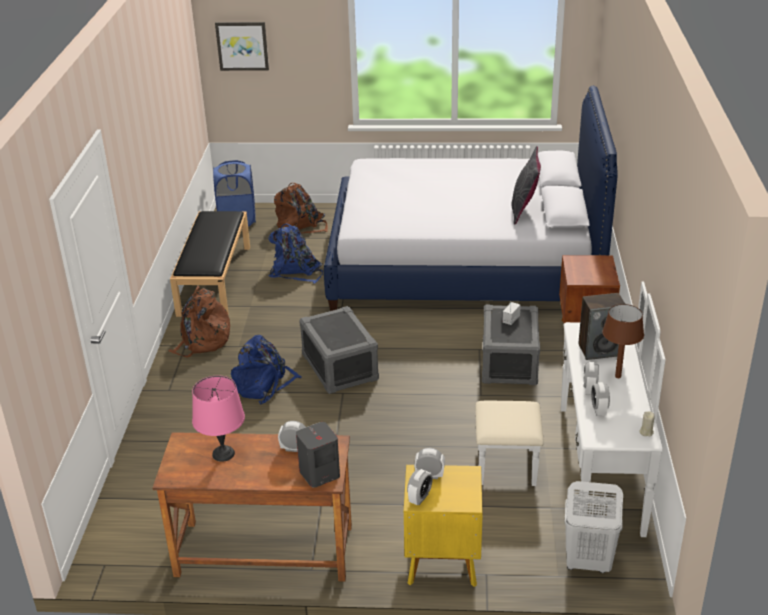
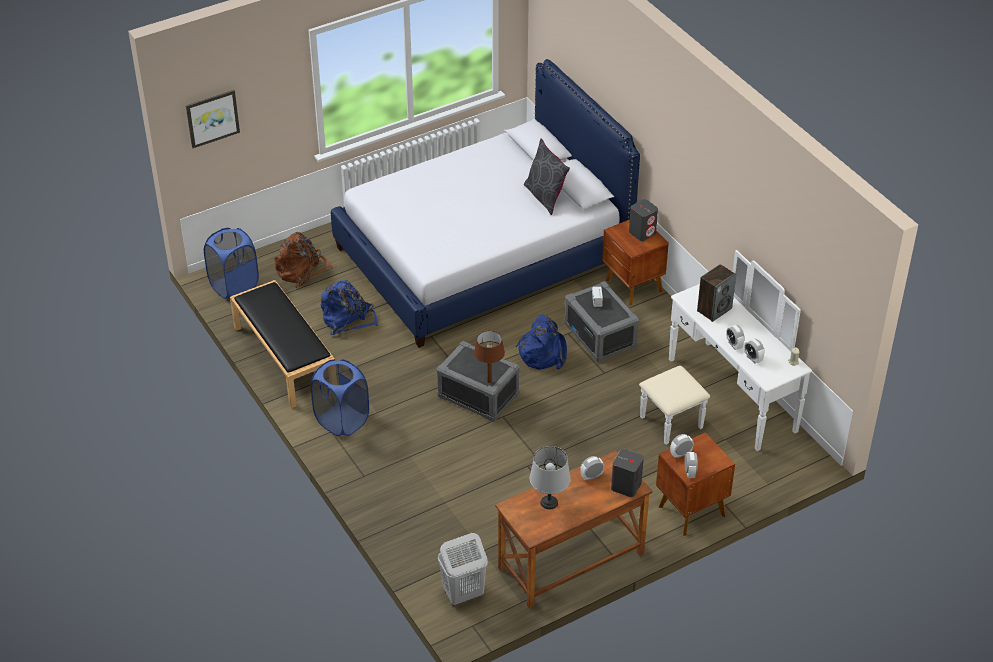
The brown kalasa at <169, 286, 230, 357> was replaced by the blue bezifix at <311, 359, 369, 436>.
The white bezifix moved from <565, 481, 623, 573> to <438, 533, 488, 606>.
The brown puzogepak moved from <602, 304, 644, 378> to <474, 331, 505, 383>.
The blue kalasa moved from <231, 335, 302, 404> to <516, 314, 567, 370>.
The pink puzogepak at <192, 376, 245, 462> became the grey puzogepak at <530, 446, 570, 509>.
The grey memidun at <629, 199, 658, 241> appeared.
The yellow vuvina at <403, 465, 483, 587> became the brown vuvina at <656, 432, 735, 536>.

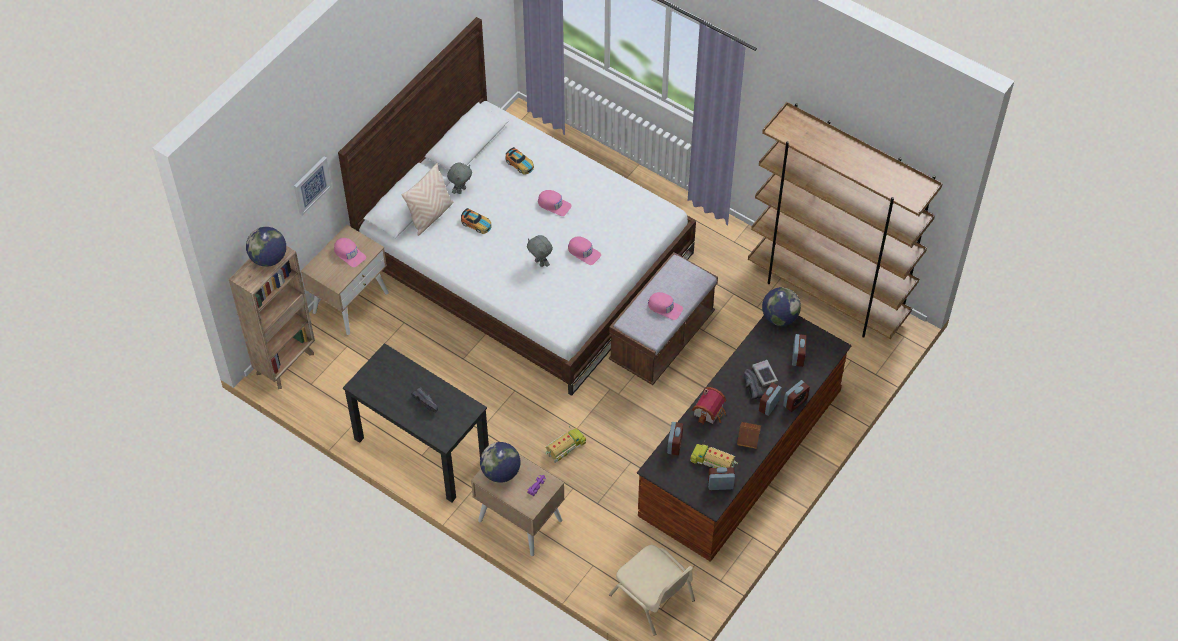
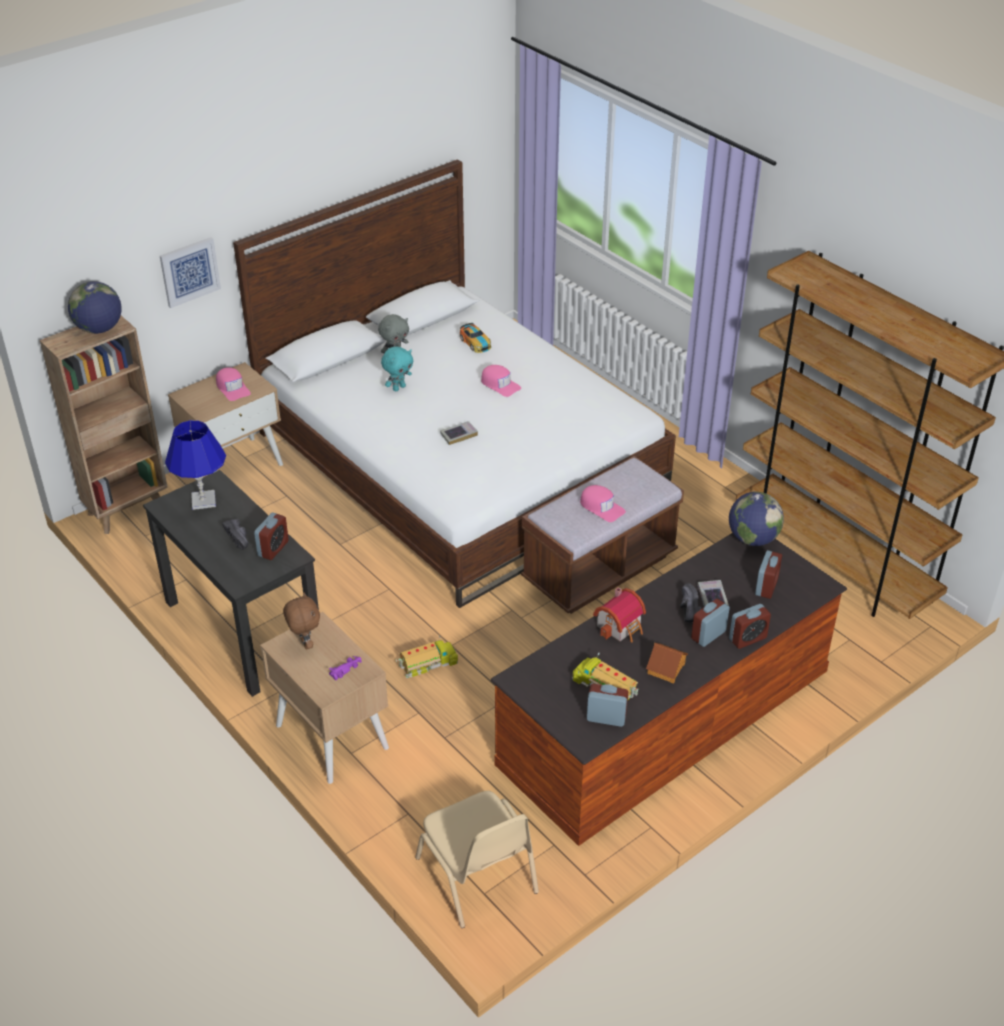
The blue puzogepak at <165, 420, 226, 510> appeared.
The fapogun moved from <667, 422, 683, 455> to <254, 513, 289, 560>.
The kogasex at <480, 442, 521, 483> was replaced by the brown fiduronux at <283, 592, 320, 649>.
The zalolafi at <461, 208, 492, 234> was replaced by the turquoise fiduronux at <381, 346, 413, 392>.
The grey fiduronux at <527, 235, 553, 267> was replaced by the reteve at <440, 421, 478, 445>.
The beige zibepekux at <402, 163, 453, 236> disappeared.
The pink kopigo at <568, 236, 601, 265> disappeared.

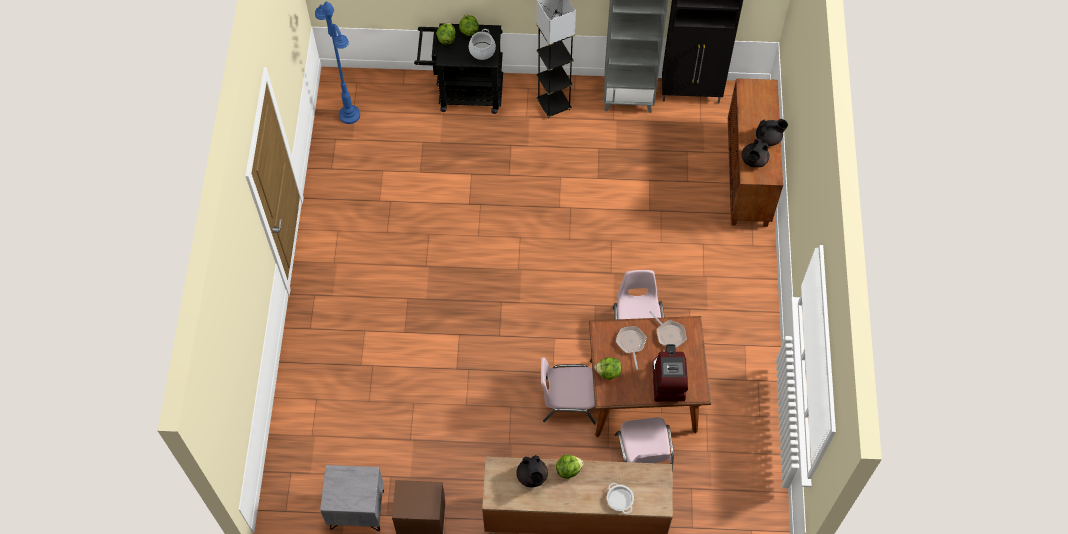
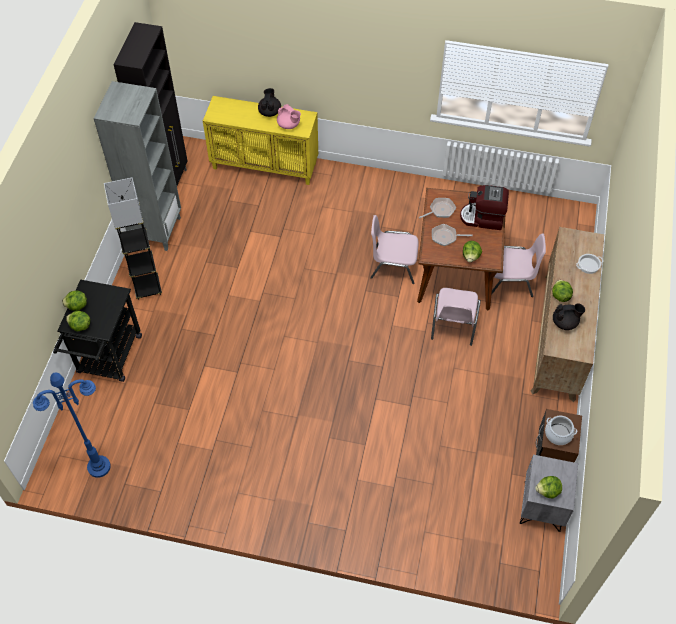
The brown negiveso at <728, 78, 783, 227> became the yellow negiveso at <203, 96, 318, 185>.
The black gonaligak at <742, 138, 769, 168> became the pink gonaligak at <277, 104, 301, 129>.
The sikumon at <535, 476, 562, 499> appeared.
The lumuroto moved from <469, 29, 496, 60> to <545, 416, 577, 445>.

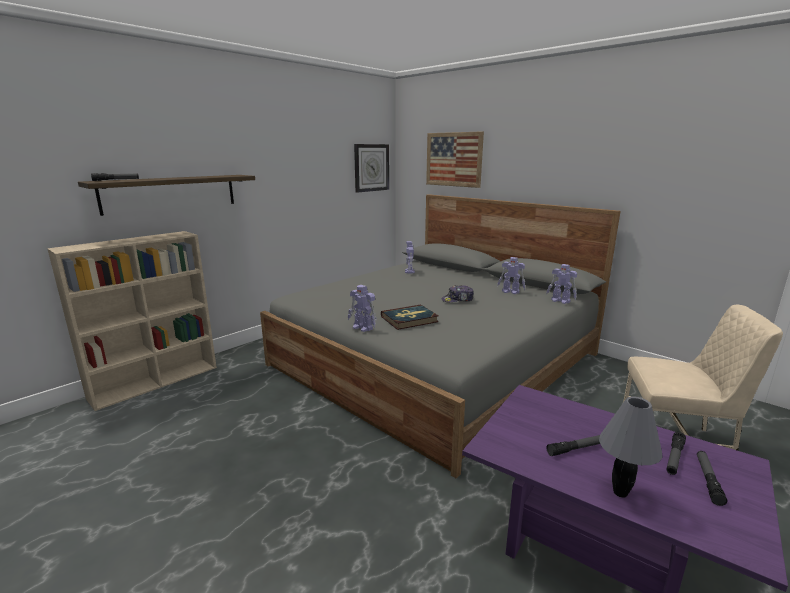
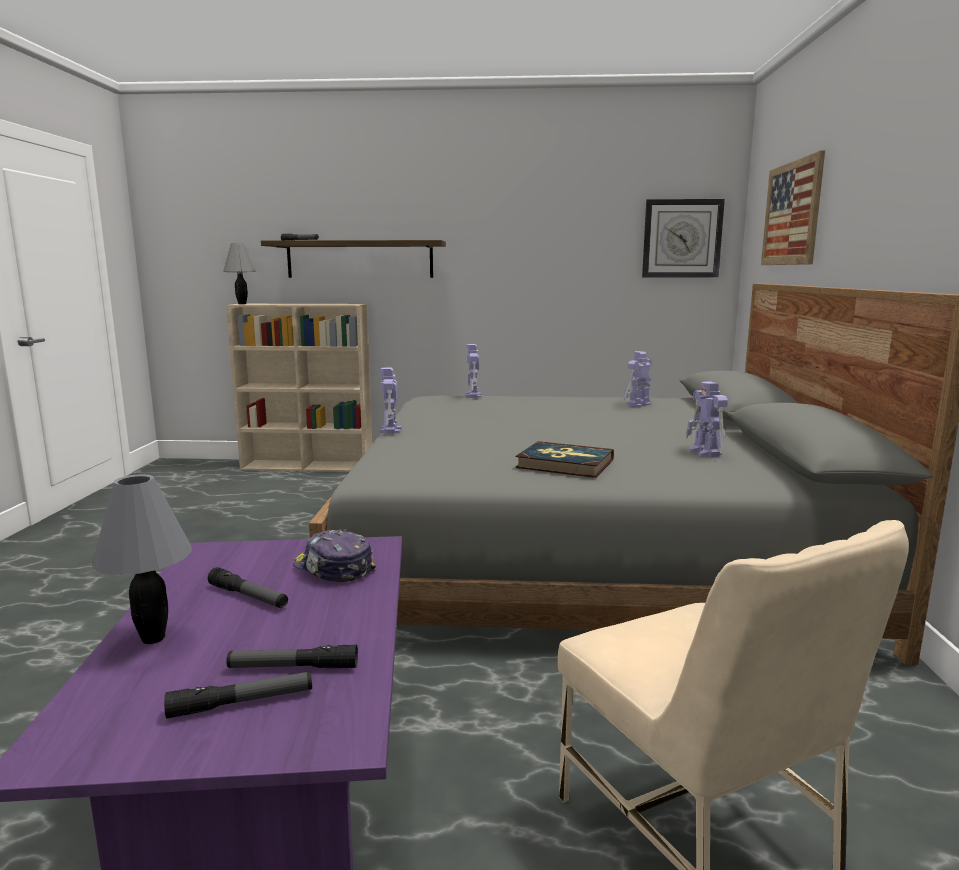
The grey puzogepak at <223, 243, 256, 304> appeared.
The kopigo moved from <441, 285, 474, 302> to <293, 529, 376, 582>.
The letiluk moved from <546, 264, 577, 304> to <465, 344, 481, 398>.
The reteve moved from <381, 304, 439, 330> to <515, 441, 614, 478>.

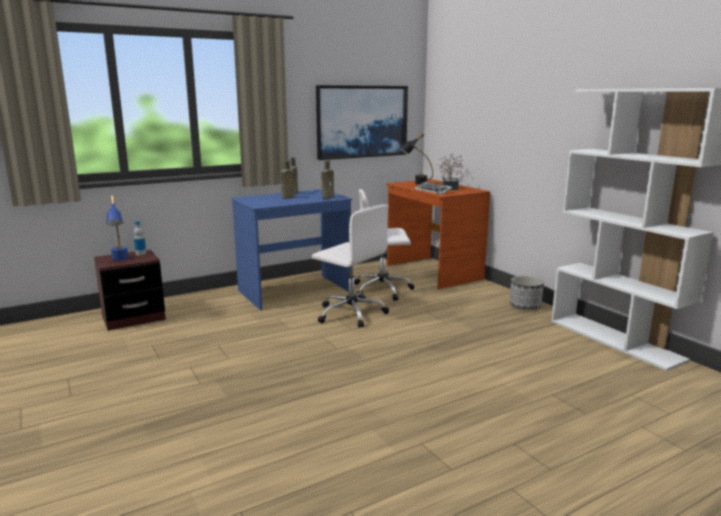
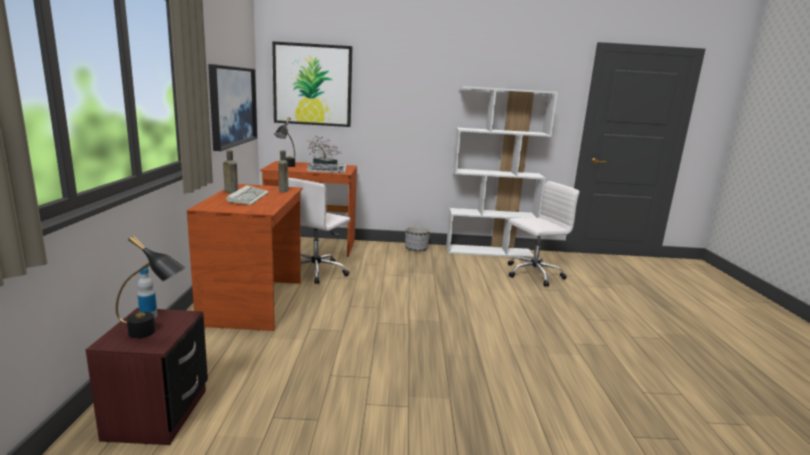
The blue puzogepak at <106, 195, 129, 261> became the black puzogepak at <116, 235, 186, 339>.
The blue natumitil at <231, 189, 352, 310> became the brown natumitil at <187, 184, 303, 331>.
The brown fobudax at <281, 160, 295, 199> was replaced by the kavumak at <226, 185, 269, 205>.
The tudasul at <272, 41, 352, 127> appeared.
The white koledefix moved from <312, 204, 389, 328> to <508, 181, 579, 287>.

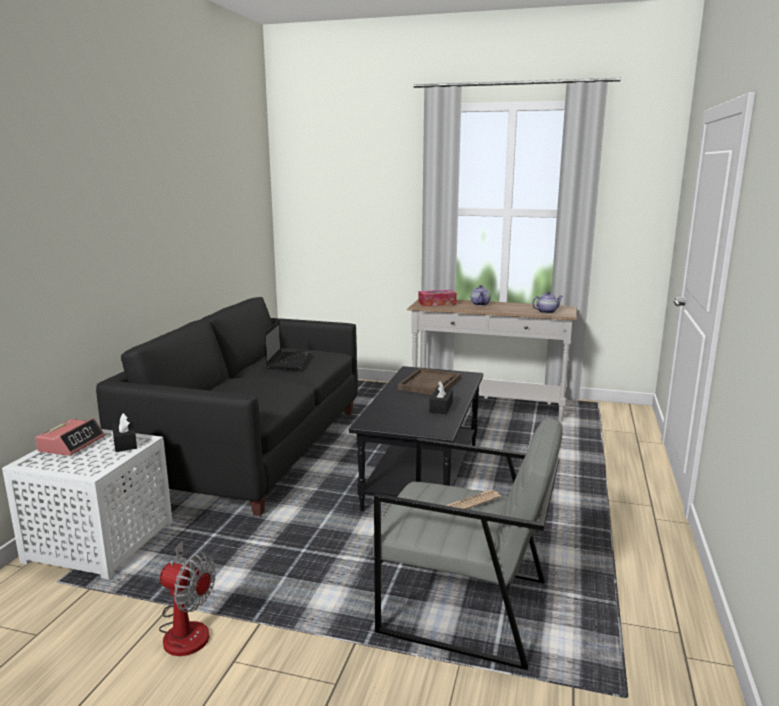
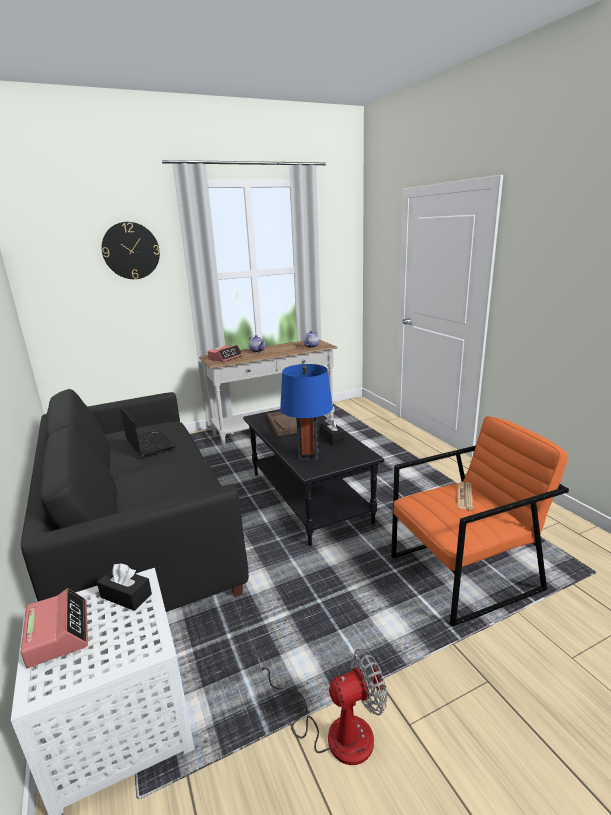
The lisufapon at <102, 222, 160, 279> appeared.
The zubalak at <418, 290, 457, 306> was replaced by the fapogun at <207, 345, 243, 362>.
The blue puzogepak at <280, 364, 333, 460> appeared.
The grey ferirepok at <373, 417, 563, 670> became the orange ferirepok at <391, 416, 569, 627>.

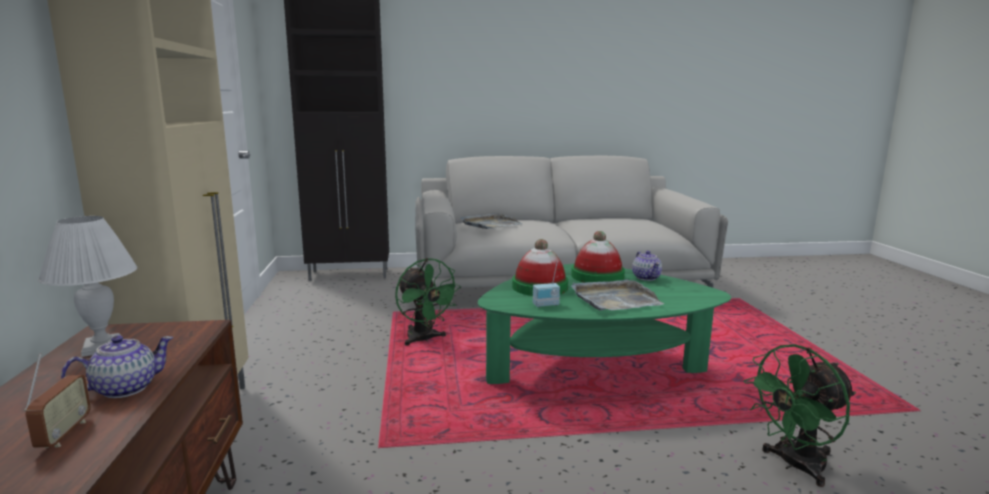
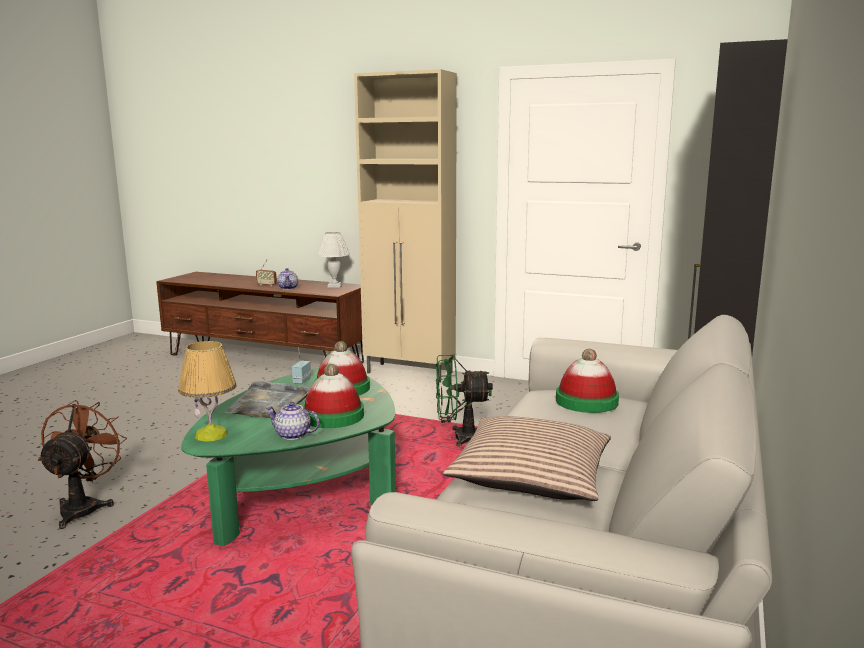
The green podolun at <744, 344, 856, 487> became the brown podolun at <38, 400, 127, 529>.
The puzogepak at <178, 341, 237, 442> appeared.
The zibepekux at <443, 416, 611, 501> appeared.
The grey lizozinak at <460, 213, 523, 229> was replaced by the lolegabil at <556, 349, 619, 413>.

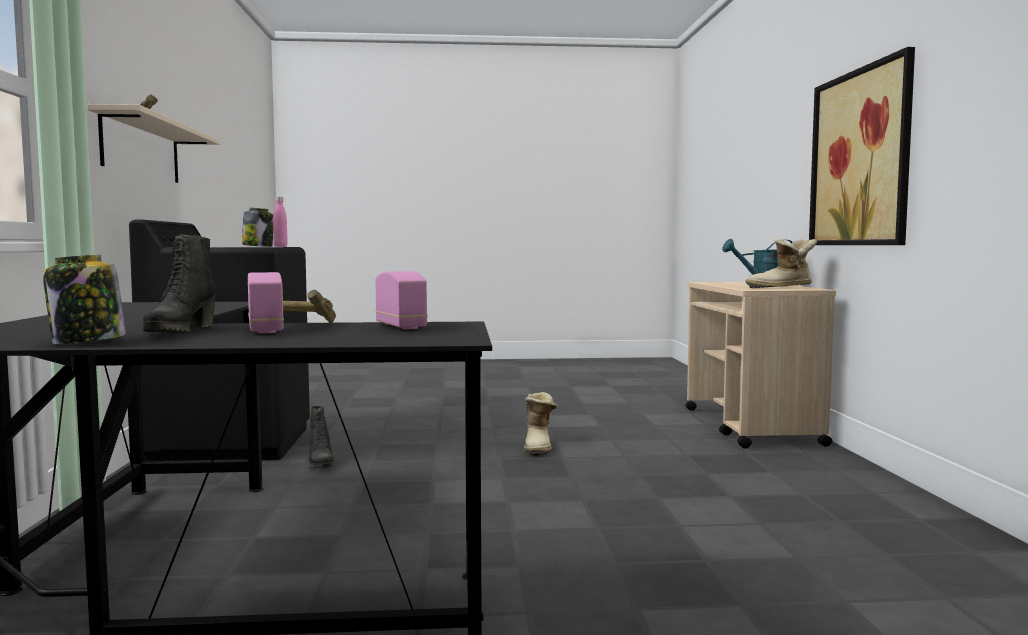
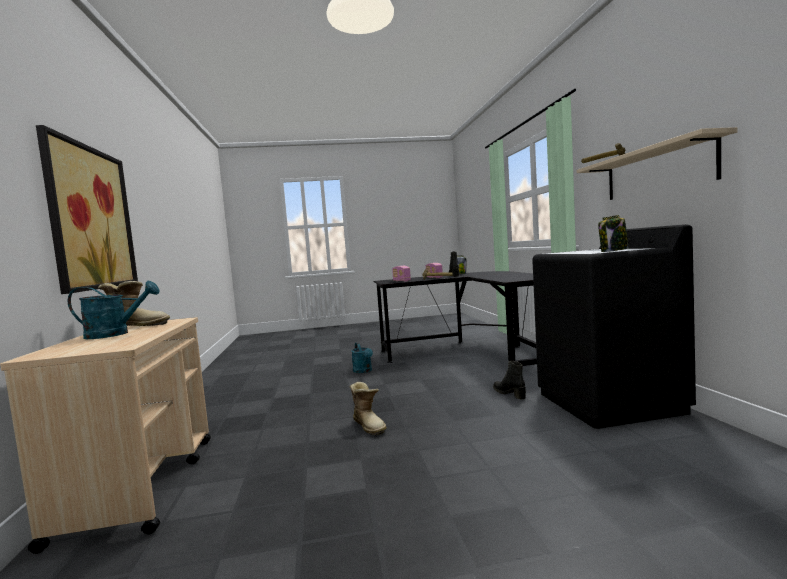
The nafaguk at <524, 392, 558, 456> turned 150 degrees clockwise.
The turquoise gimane at <351, 343, 373, 373> appeared.
The pink fobudax at <273, 197, 288, 247> disappeared.

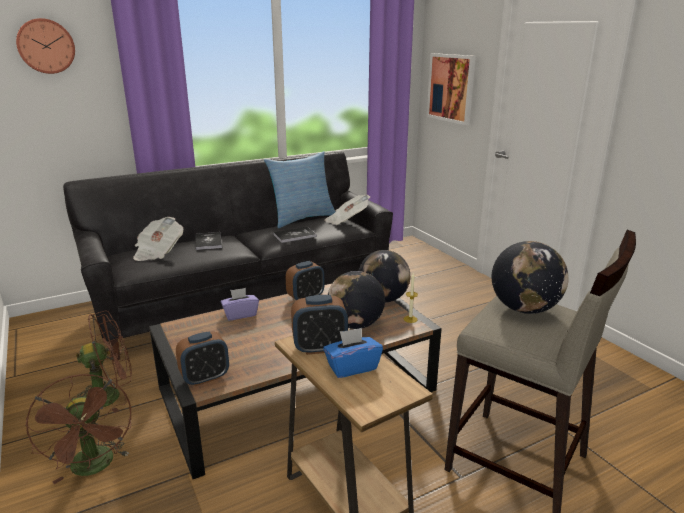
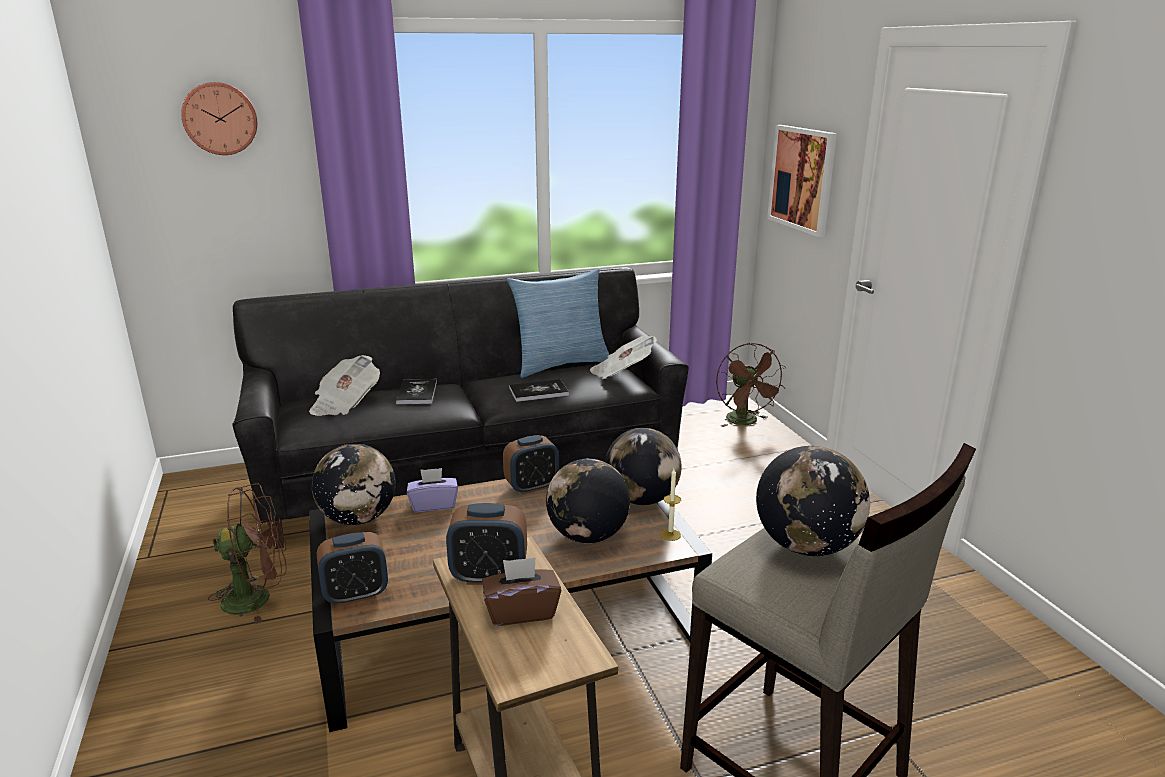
The kogasex at <312, 444, 396, 525> appeared.
The blue zubalak at <323, 328, 383, 378> became the brown zubalak at <482, 557, 561, 626>.
The brown podolun moved from <25, 374, 131, 484> to <716, 343, 786, 427>.

